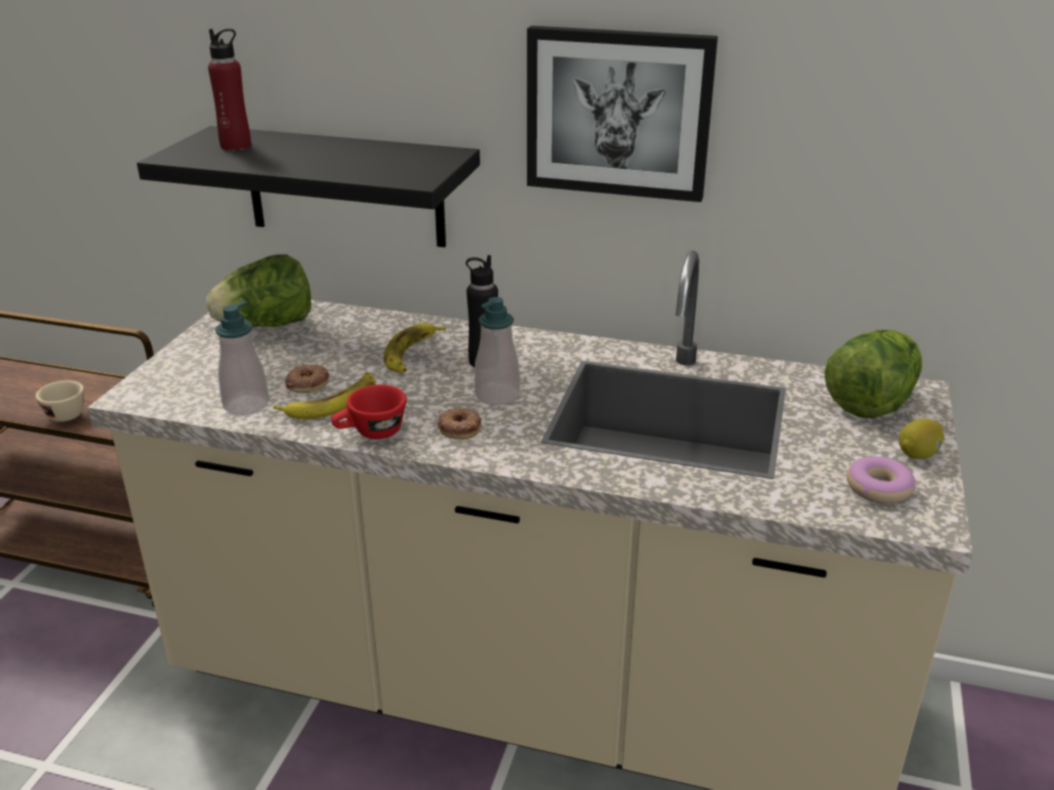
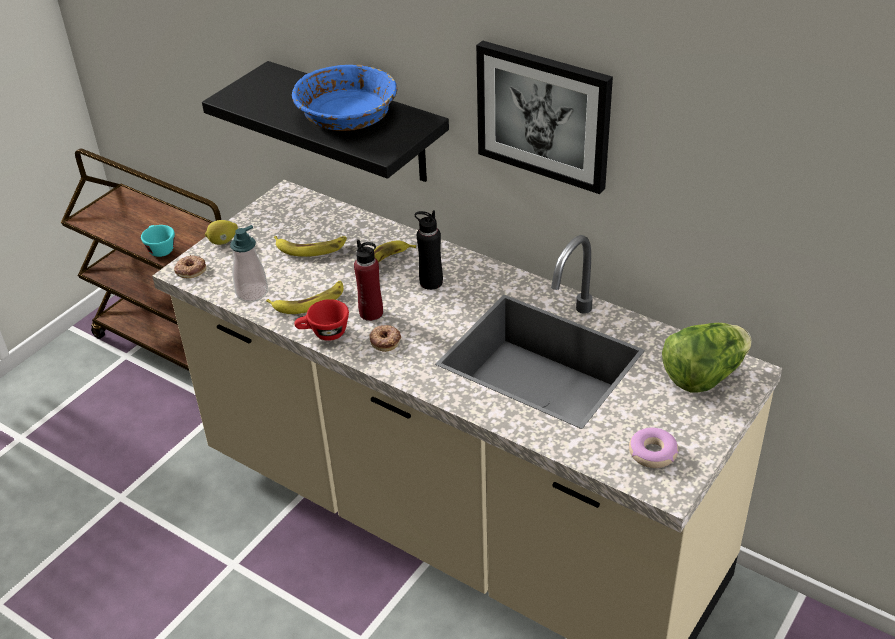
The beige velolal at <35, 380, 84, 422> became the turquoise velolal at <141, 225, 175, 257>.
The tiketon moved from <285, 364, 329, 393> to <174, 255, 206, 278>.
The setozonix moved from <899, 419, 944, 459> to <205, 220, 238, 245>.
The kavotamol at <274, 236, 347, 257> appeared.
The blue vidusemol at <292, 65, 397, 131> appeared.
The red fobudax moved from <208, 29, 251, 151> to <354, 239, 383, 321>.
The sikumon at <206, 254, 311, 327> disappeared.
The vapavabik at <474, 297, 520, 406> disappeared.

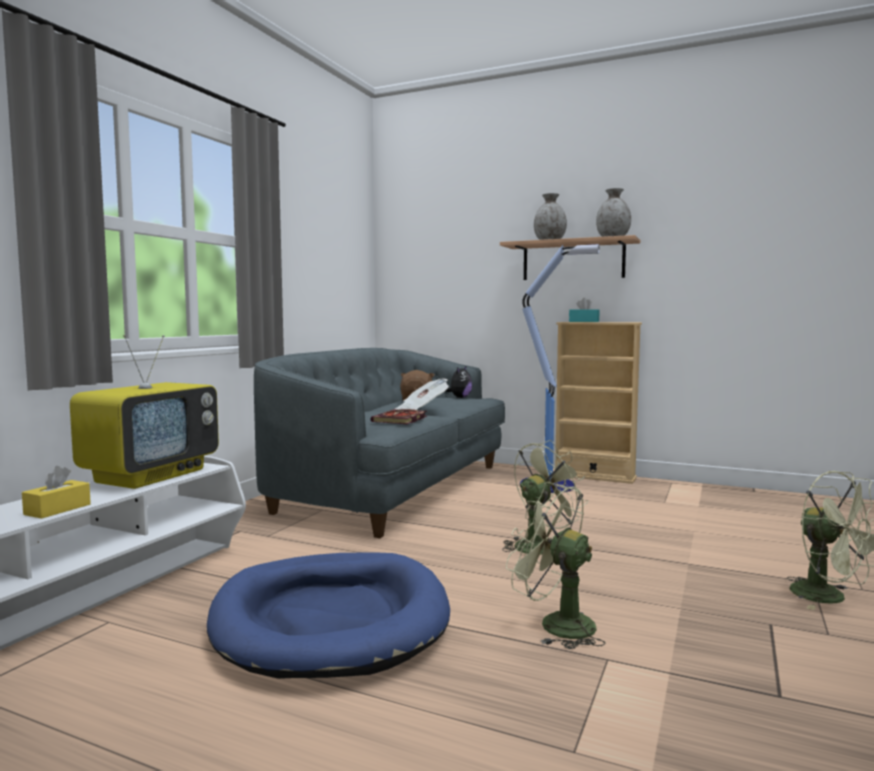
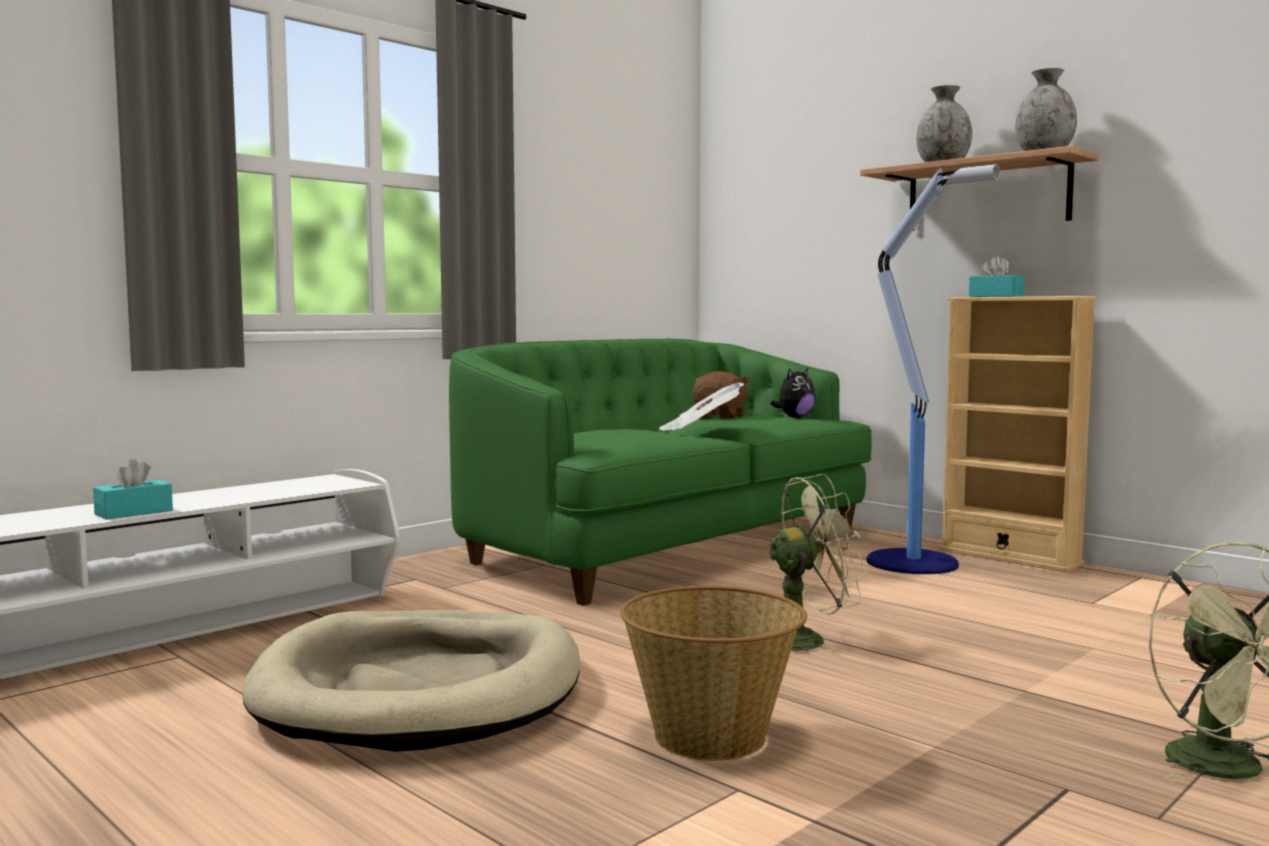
The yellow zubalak at <22, 466, 91, 519> became the turquoise zubalak at <93, 459, 173, 520>.
The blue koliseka at <207, 552, 450, 679> became the beige koliseka at <243, 610, 580, 752>.
The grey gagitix at <254, 348, 505, 538> became the green gagitix at <449, 338, 872, 606>.
The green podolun at <506, 482, 606, 649> was replaced by the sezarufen at <620, 586, 807, 761>.
The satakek at <70, 335, 219, 489> disappeared.
The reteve at <371, 409, 427, 424> disappeared.

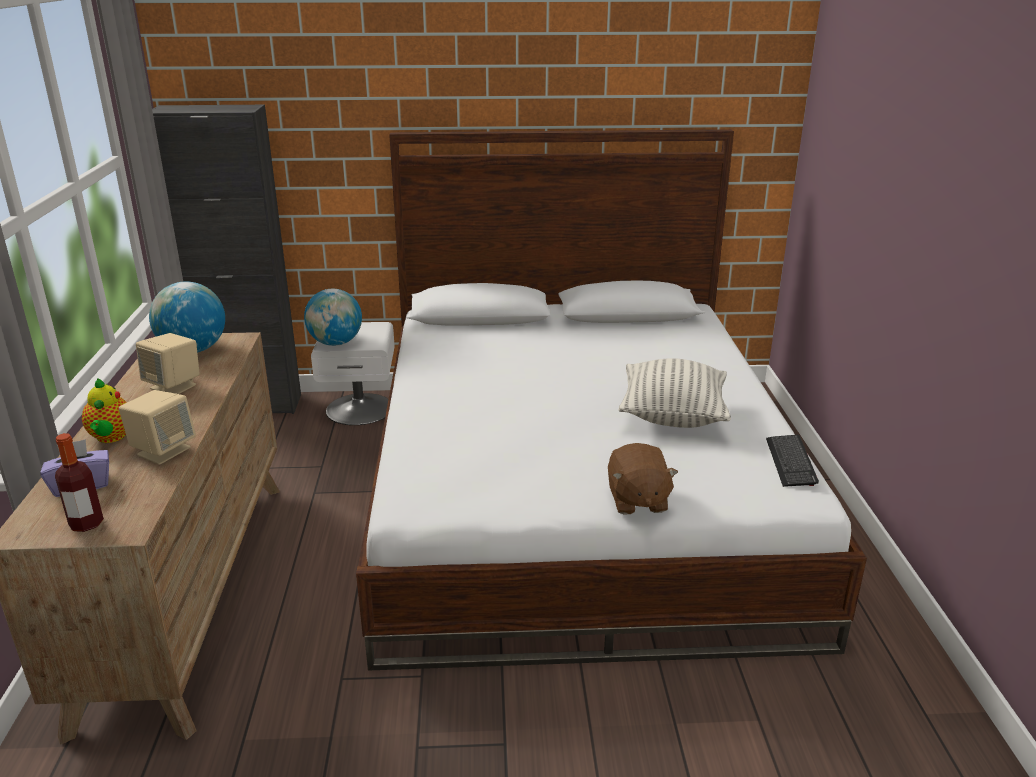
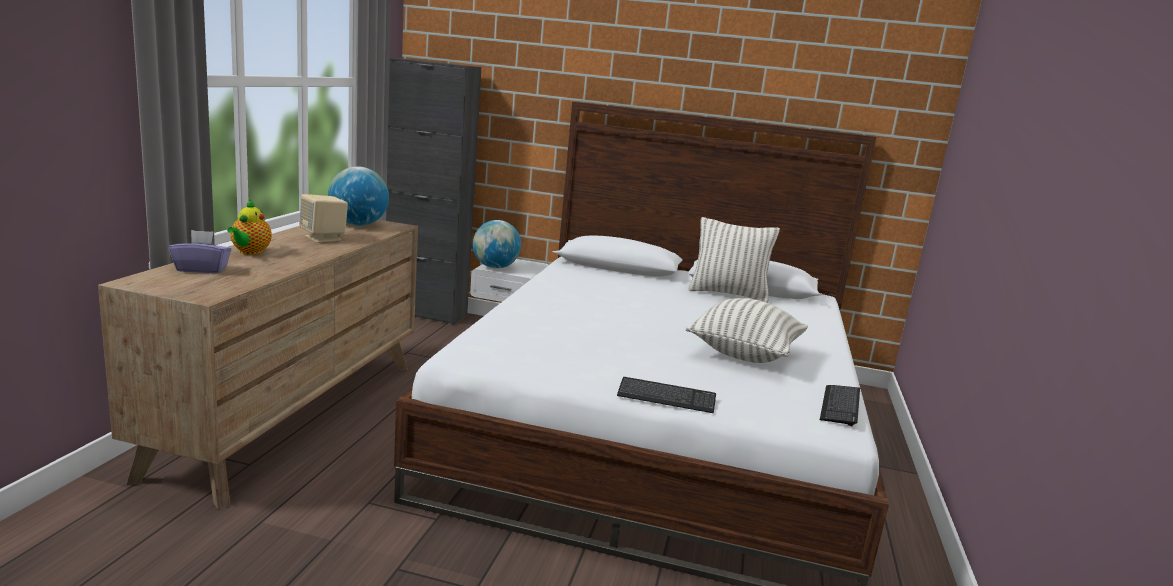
The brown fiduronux at <608, 443, 678, 515> was replaced by the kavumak at <617, 377, 716, 413>.
The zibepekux at <689, 217, 780, 303> appeared.
The fobudax at <55, 433, 104, 532> disappeared.
The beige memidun at <119, 390, 196, 465> disappeared.

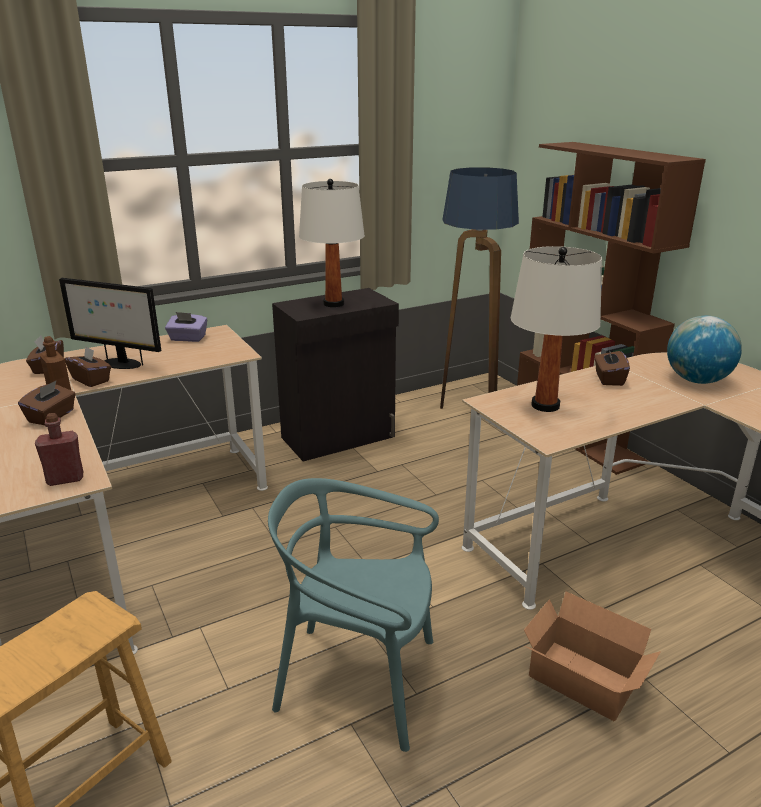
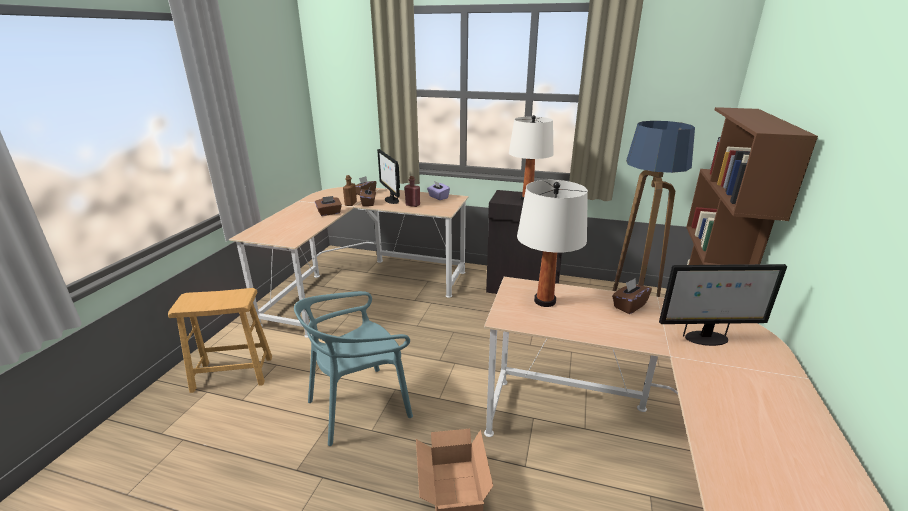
The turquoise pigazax at <268, 478, 439, 752> turned 90 degrees counterclockwise.
The red fobudax moved from <35, 413, 83, 486> to <404, 176, 420, 207>.
The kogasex at <667, 316, 742, 384> was replaced by the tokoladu at <659, 264, 787, 346>.

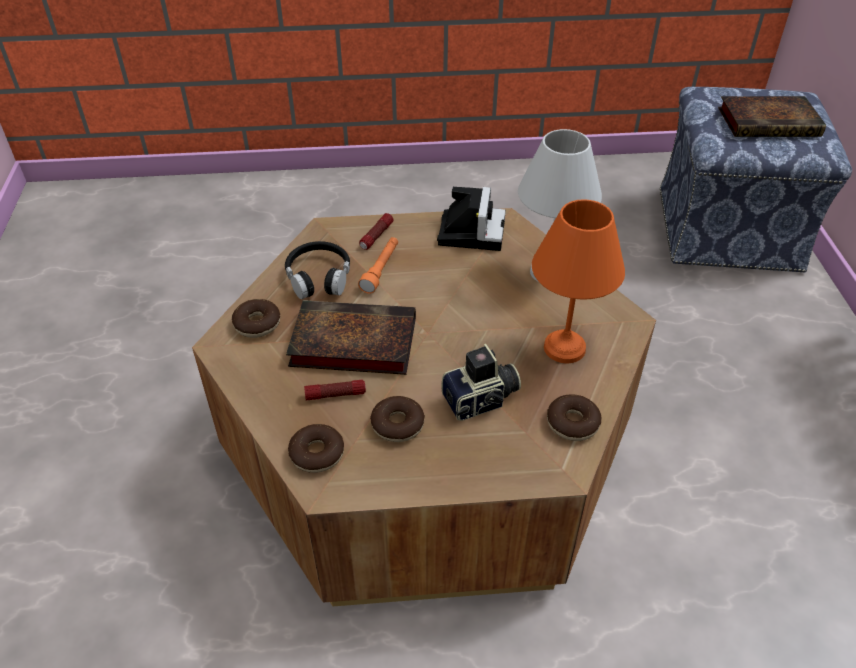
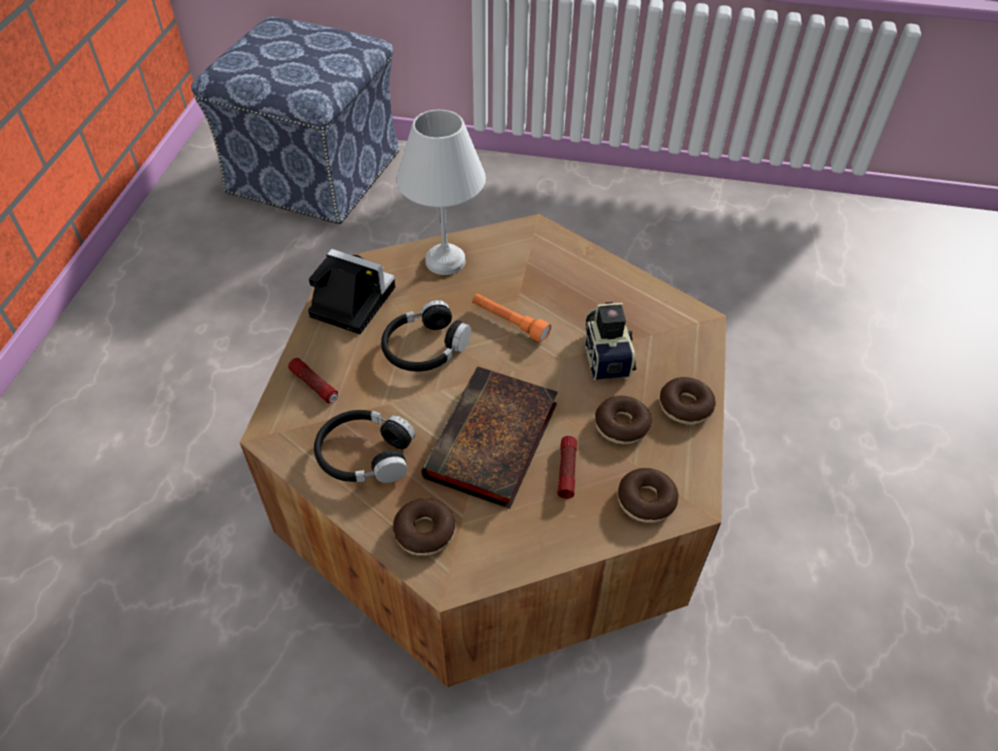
The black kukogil at <381, 300, 471, 371> appeared.
The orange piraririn moved from <358, 237, 398, 294> to <473, 294, 551, 343>.
The tiketon moved from <547, 394, 602, 441> to <660, 377, 716, 425>.
The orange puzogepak at <532, 199, 625, 363> disappeared.
The reteve at <718, 96, 826, 137> disappeared.

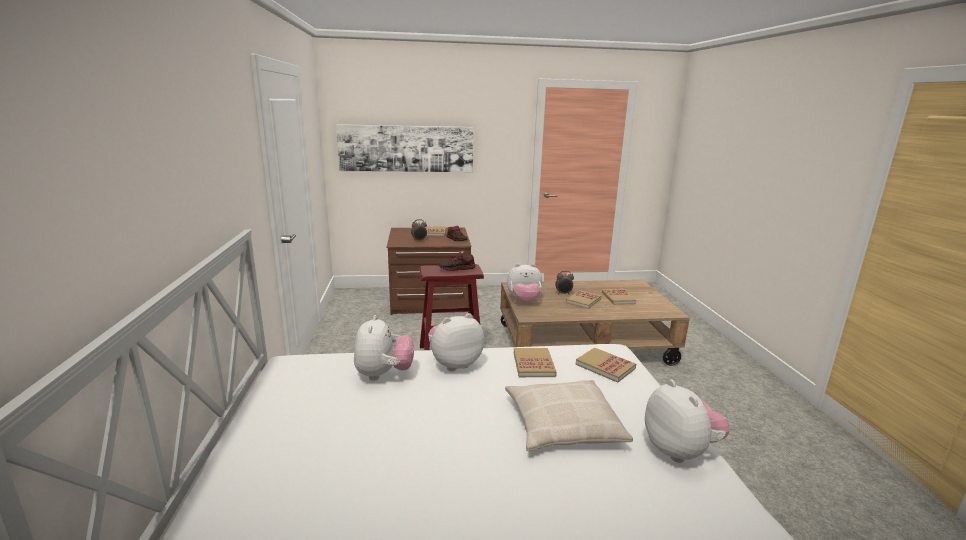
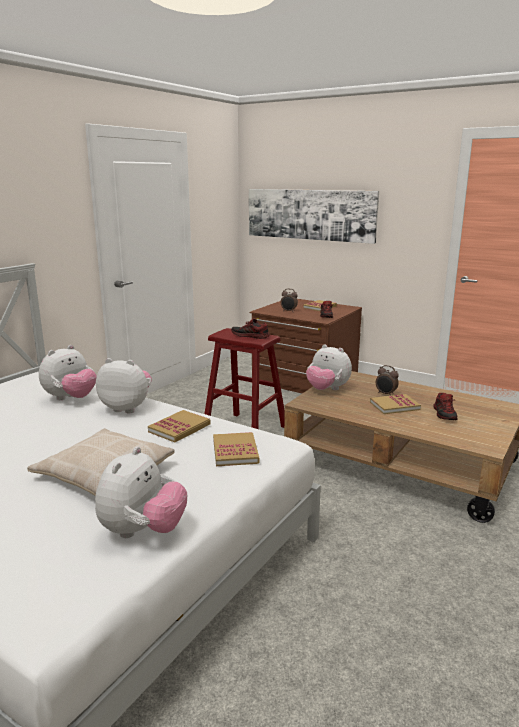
The reteve at <602, 289, 637, 305> was replaced by the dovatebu at <434, 393, 458, 420>.

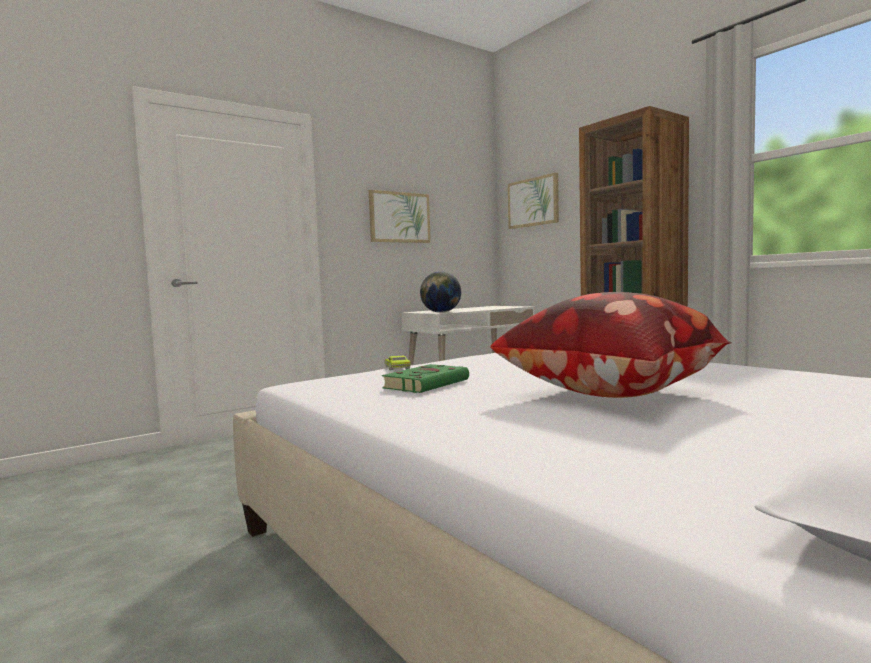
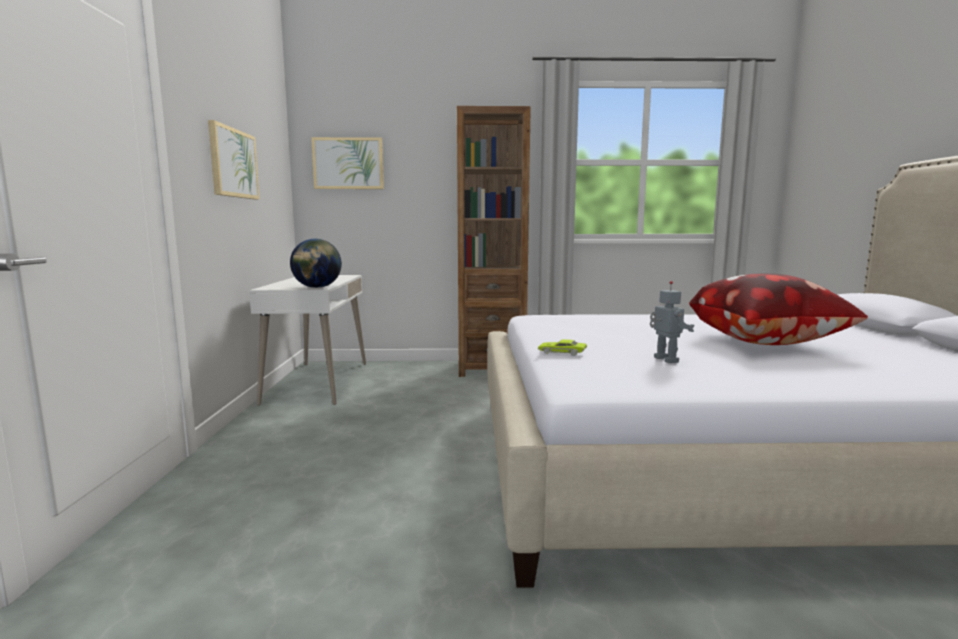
The green reteve at <382, 364, 469, 393> was replaced by the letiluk at <650, 281, 695, 363>.

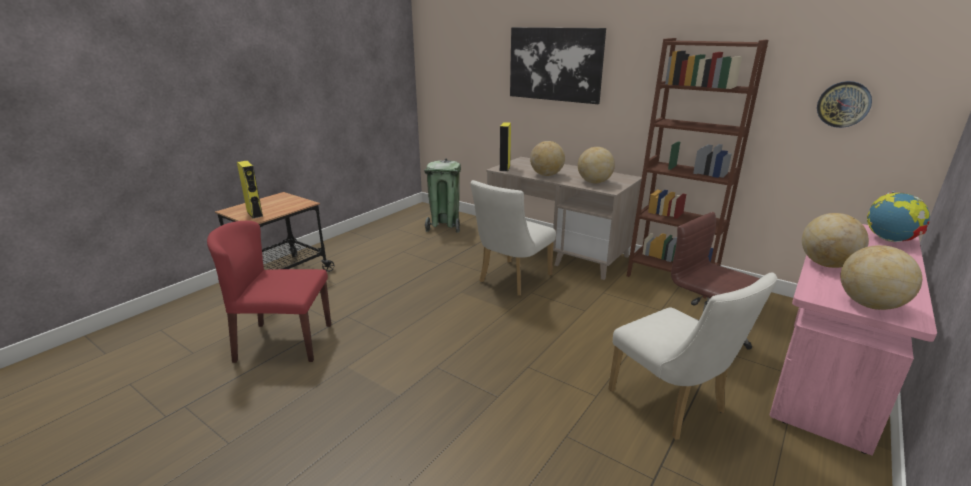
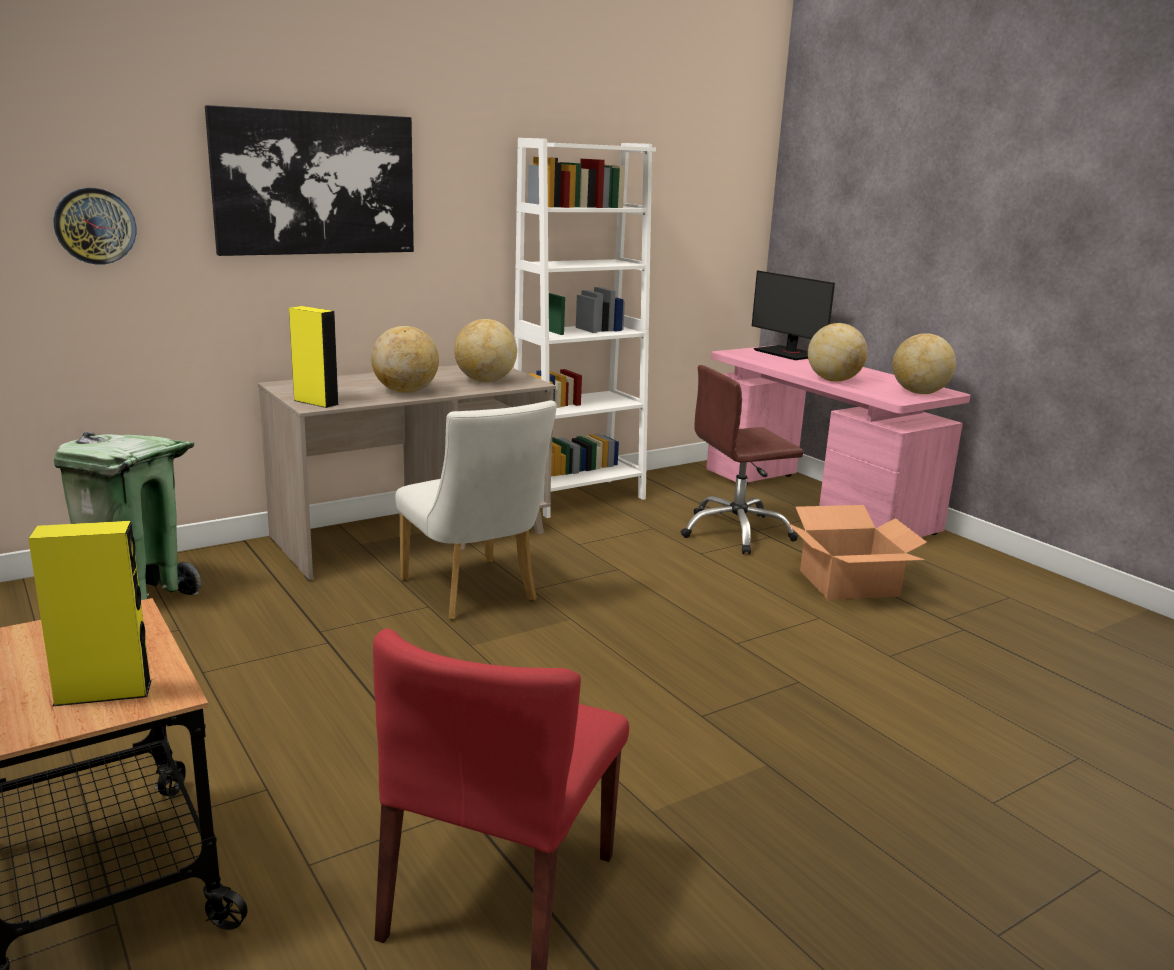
The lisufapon moved from <817, 81, 872, 128> to <54, 188, 136, 265>.
The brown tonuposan at <627, 38, 768, 299> became the white tonuposan at <514, 138, 656, 518>.
The kogasex at <867, 191, 930, 242> was replaced by the tokoladu at <752, 271, 835, 360>.
The white pigazax at <608, 273, 777, 440> was replaced by the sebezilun at <787, 505, 927, 600>.

